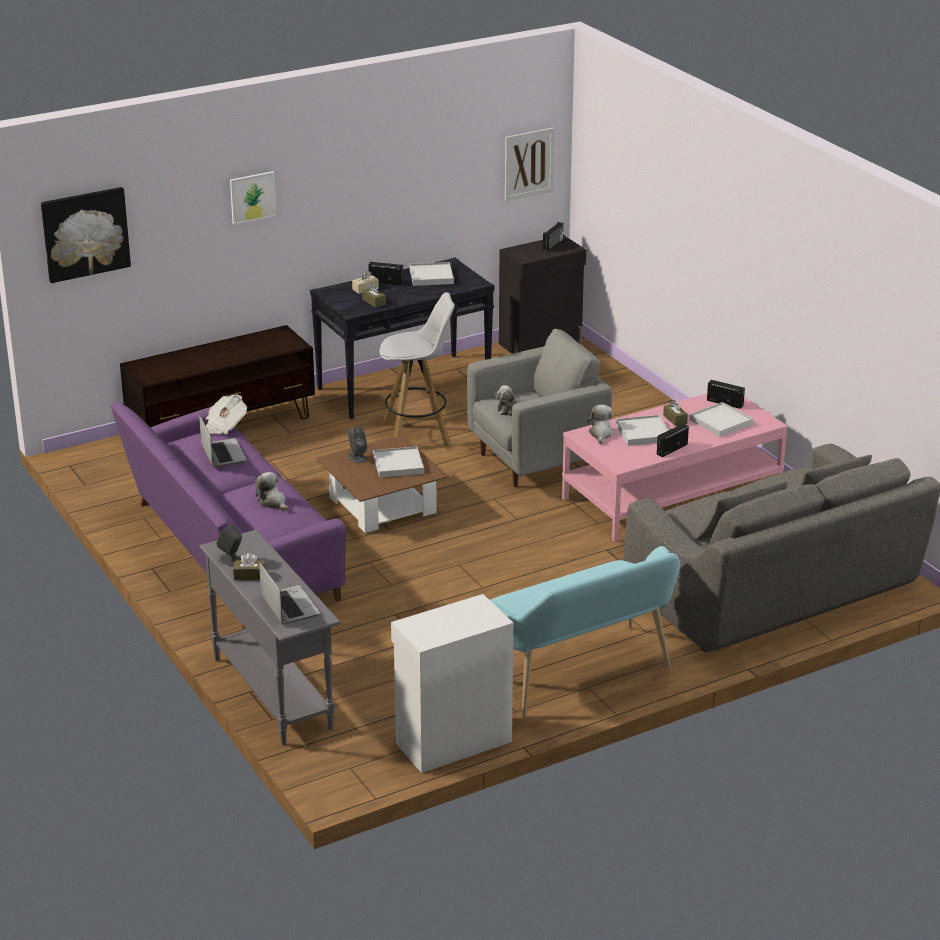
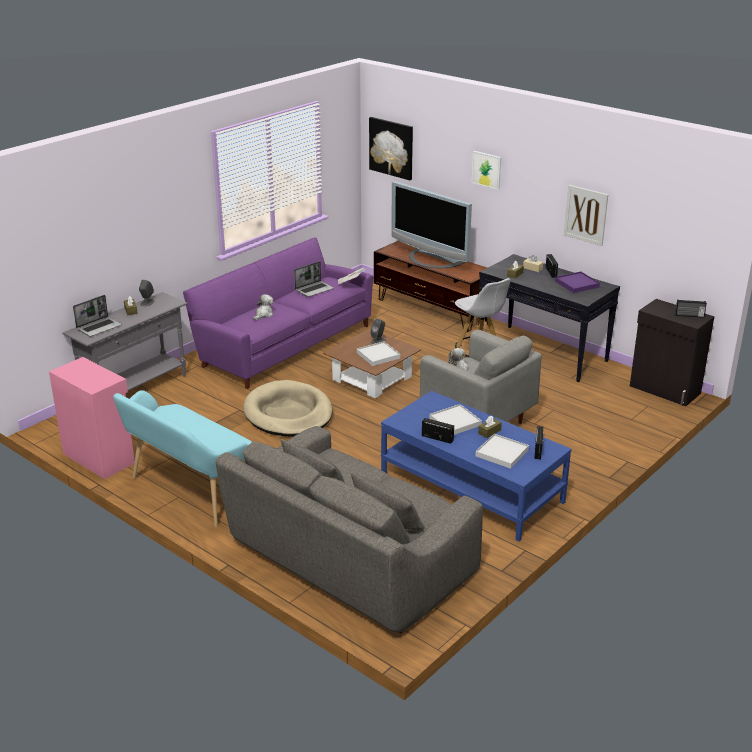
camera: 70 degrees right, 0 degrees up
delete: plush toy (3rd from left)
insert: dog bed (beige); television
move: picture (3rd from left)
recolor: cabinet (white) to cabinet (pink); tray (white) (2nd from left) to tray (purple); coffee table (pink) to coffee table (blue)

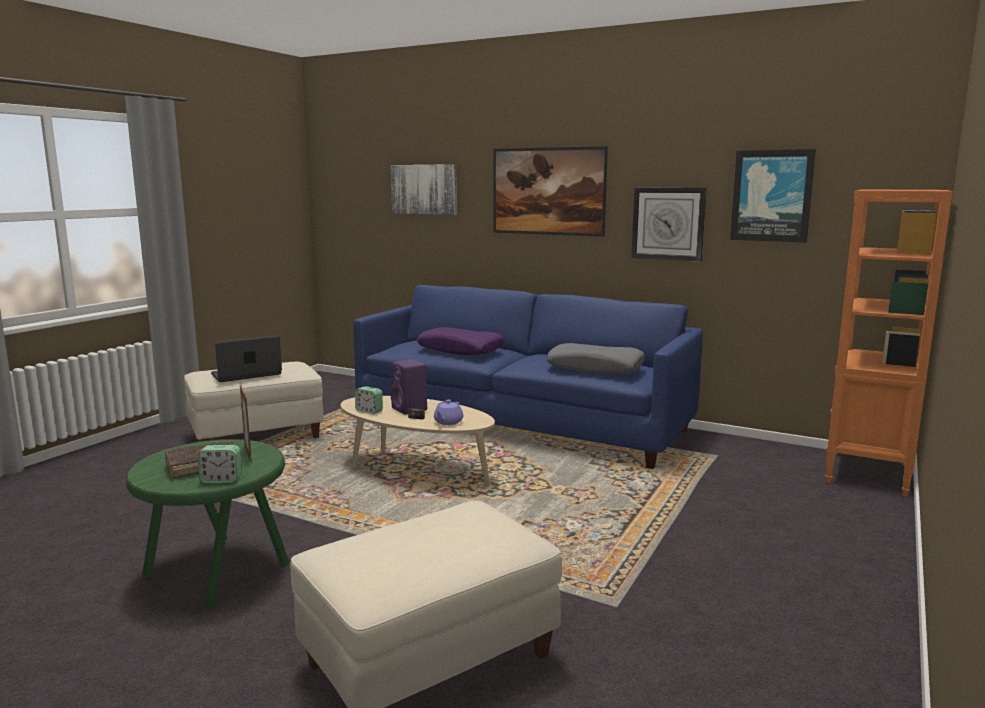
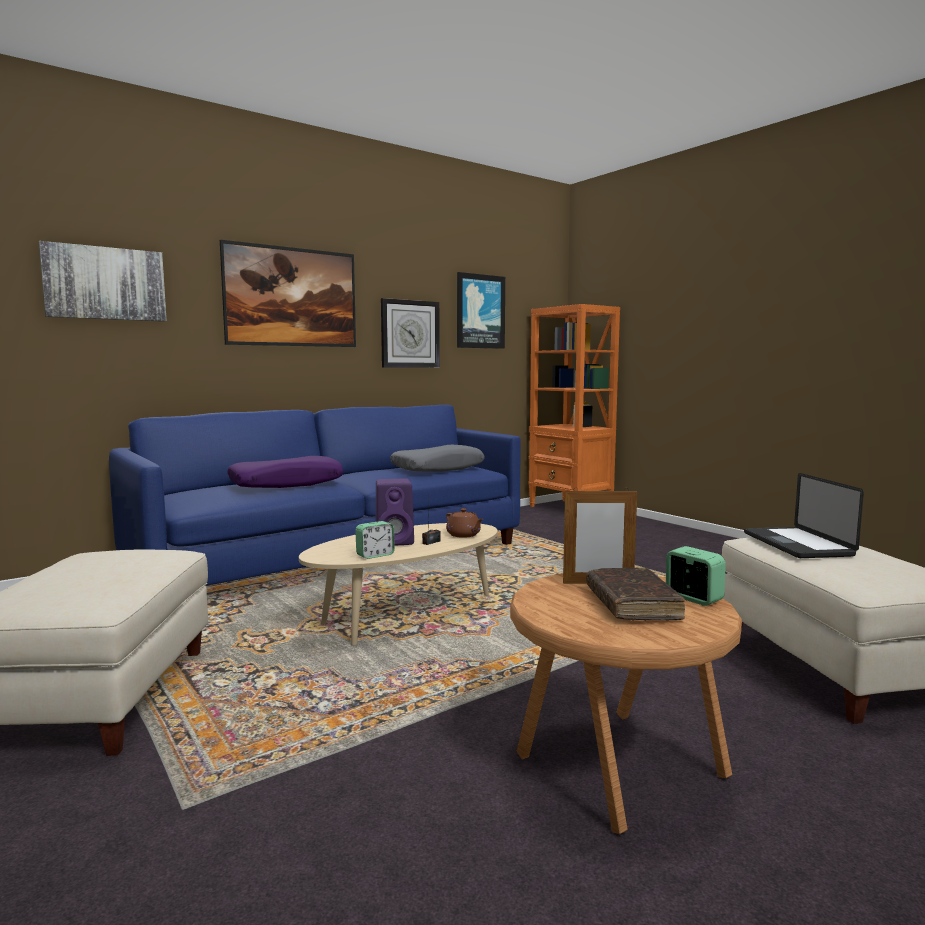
camera: 65 degrees left, 5 degrees down
move: laptop
recolor: side table (green) to side table (brown); teapot (purple) to teapot (brown)
rotate: alarm clock (1st from left in the first image) 60 degrees counterclockwise

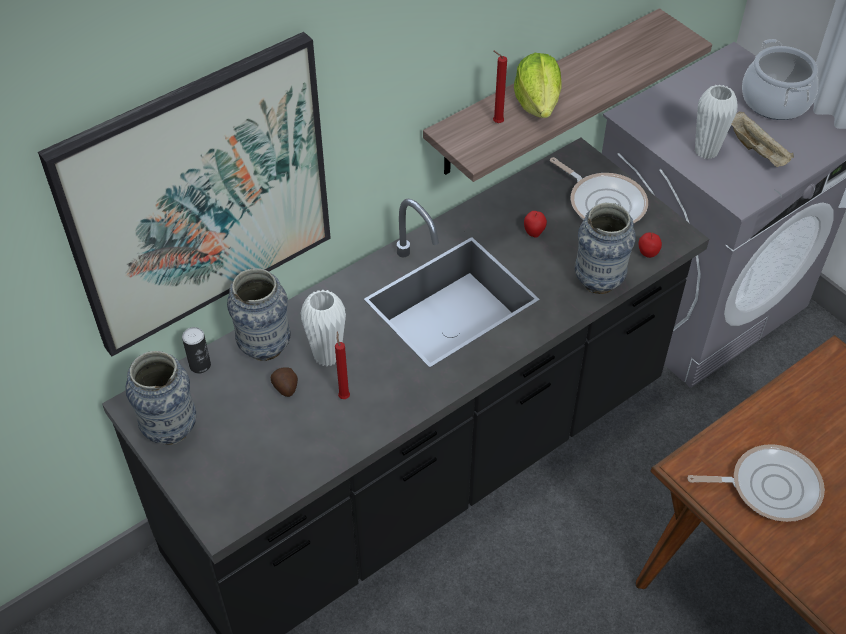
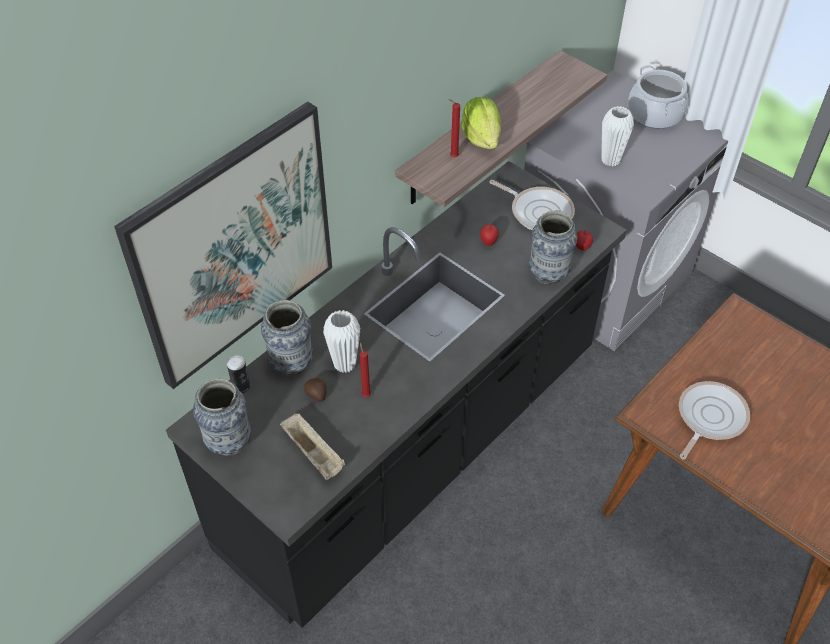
camera: 10 degrees left, 0 degrees up
move: tray (beige)
rotate: frying pan (2nd from left) 45 degrees counterclockwise

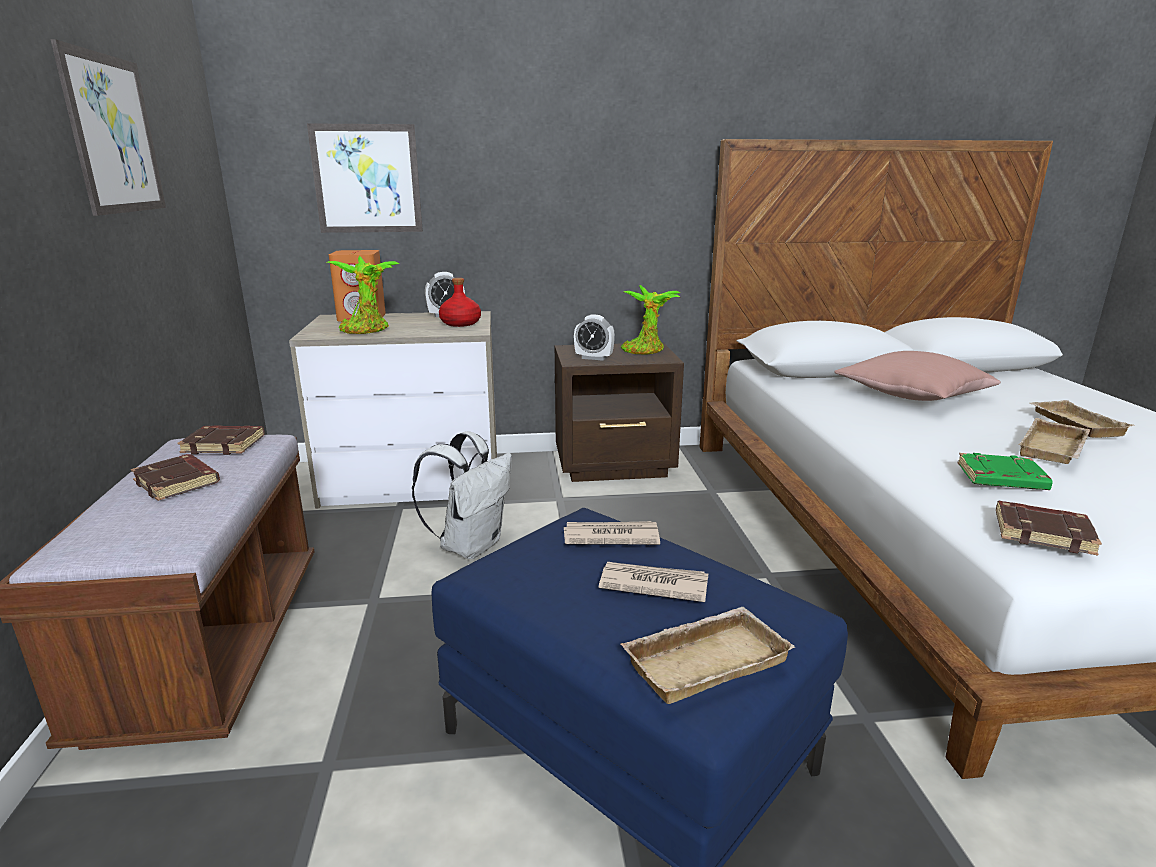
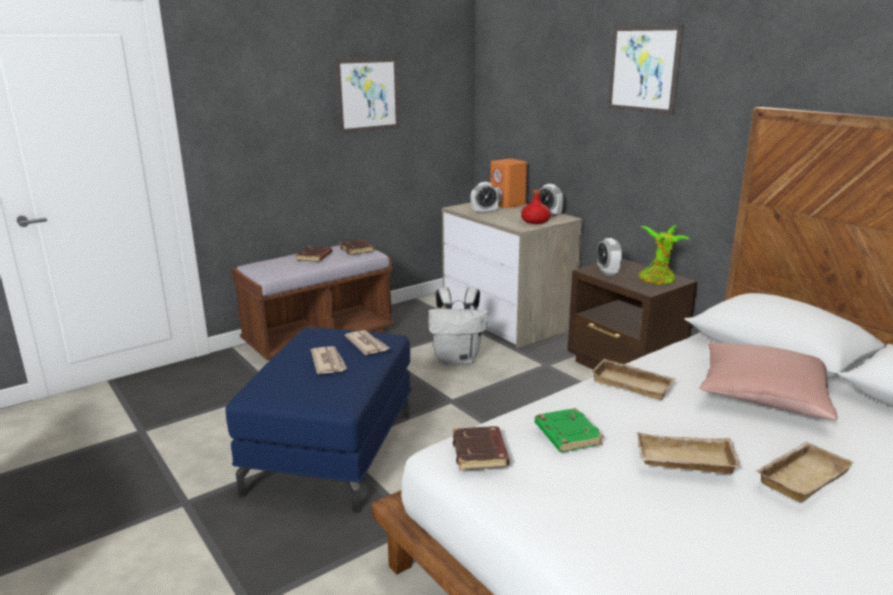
camera: 60 degrees right, 0 degrees up
move: picture (2nd from left); tray (beige) (1st from left)
replace: potted plant (1st from left) to alarm clock (1st from left)

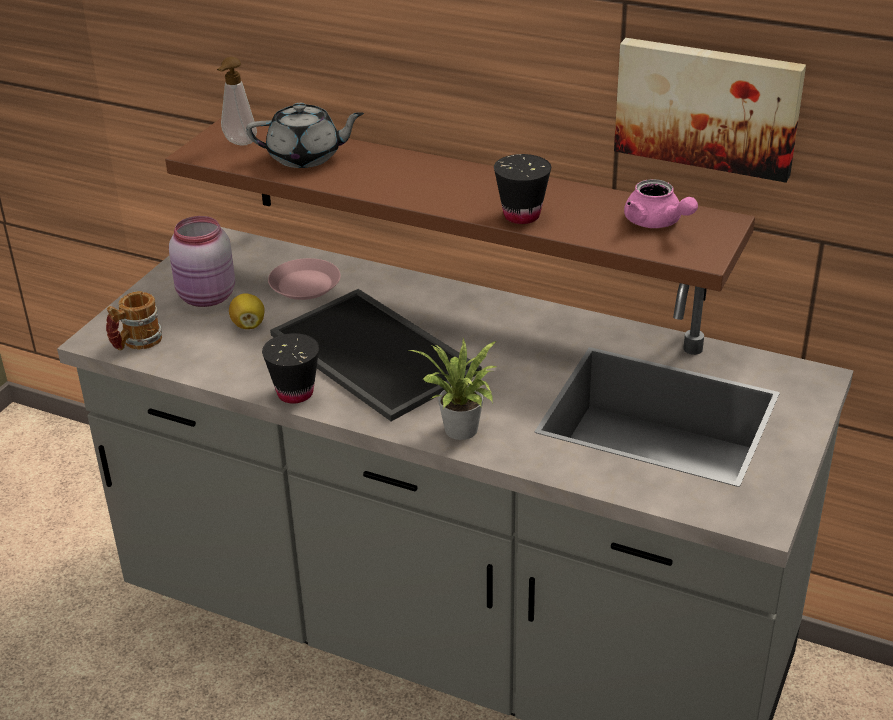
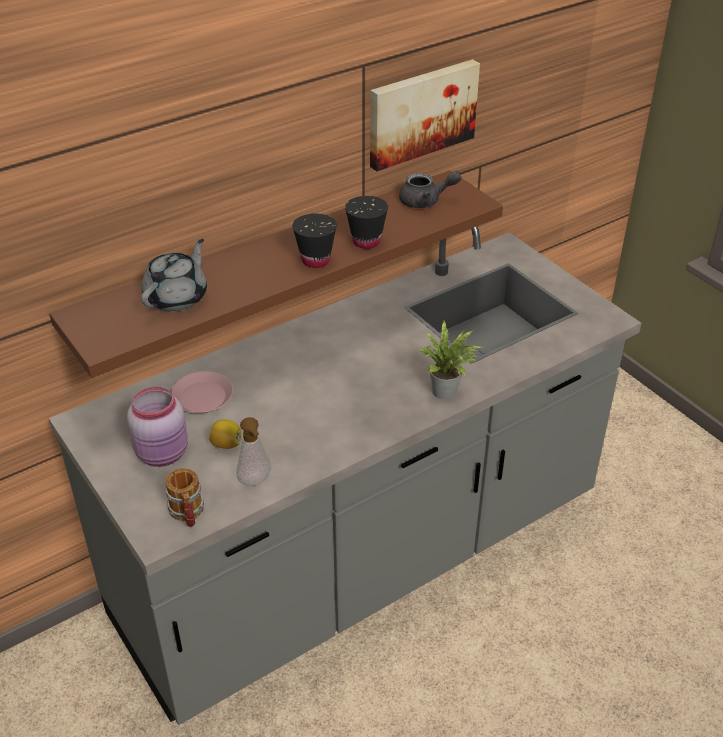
camera: 60 degrees left, 5 degrees up
delete: tray
move: soap dispenser; cup (black) (1st from left)
recolor: teapot (pink) to teapot (grey) (2nd from left)

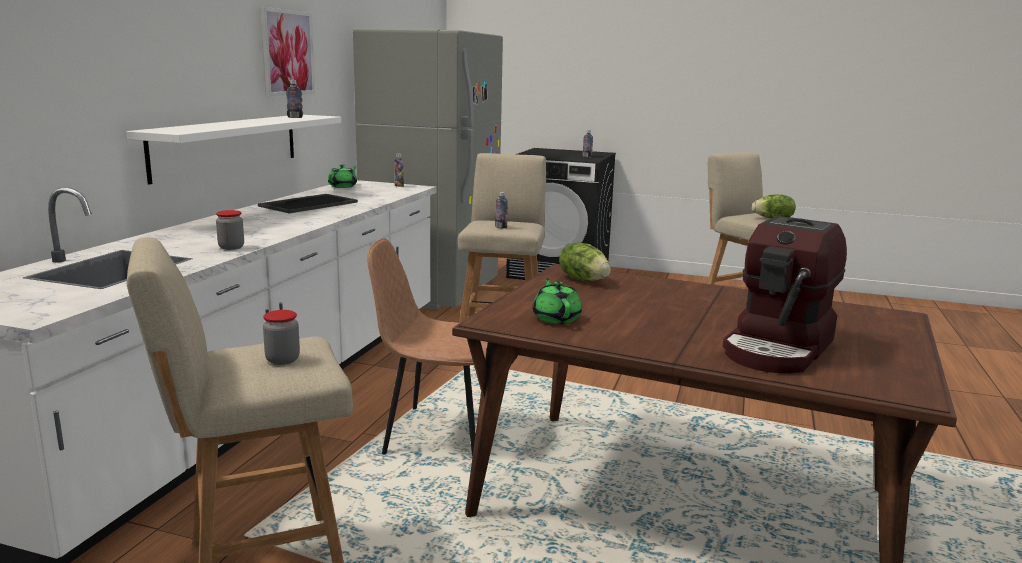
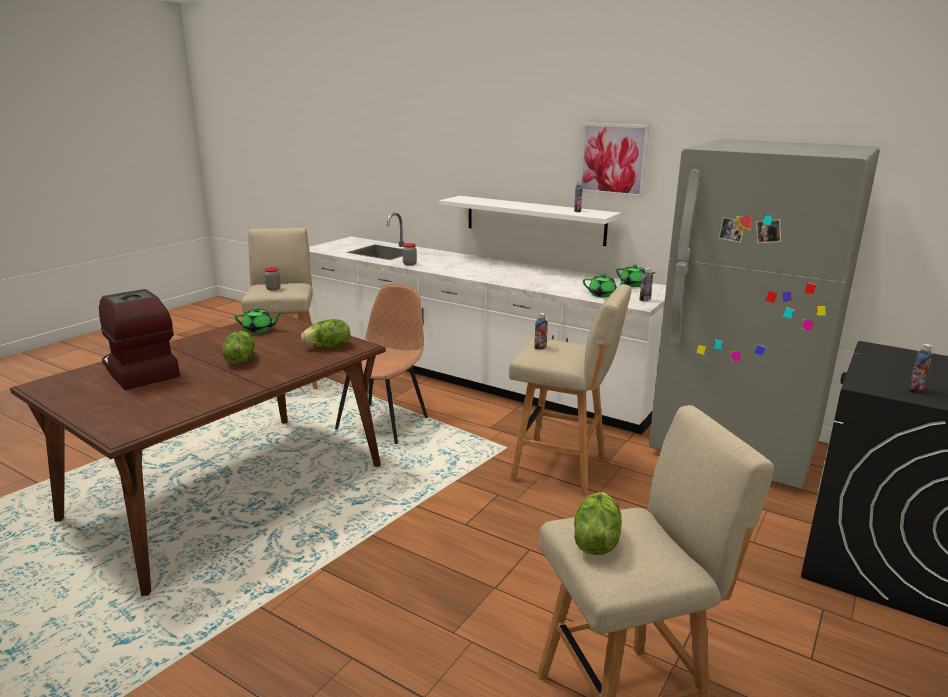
camera: 105 degrees right, 5 degrees up
delete: tray
insert: lettuce (1st from left); teapot (green) (2nd from left)

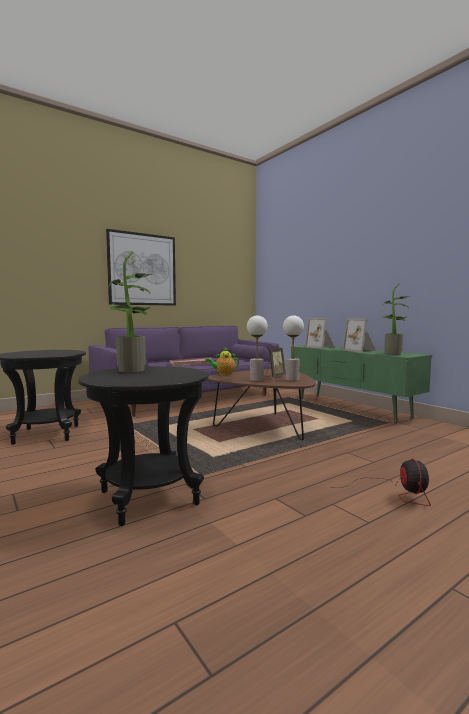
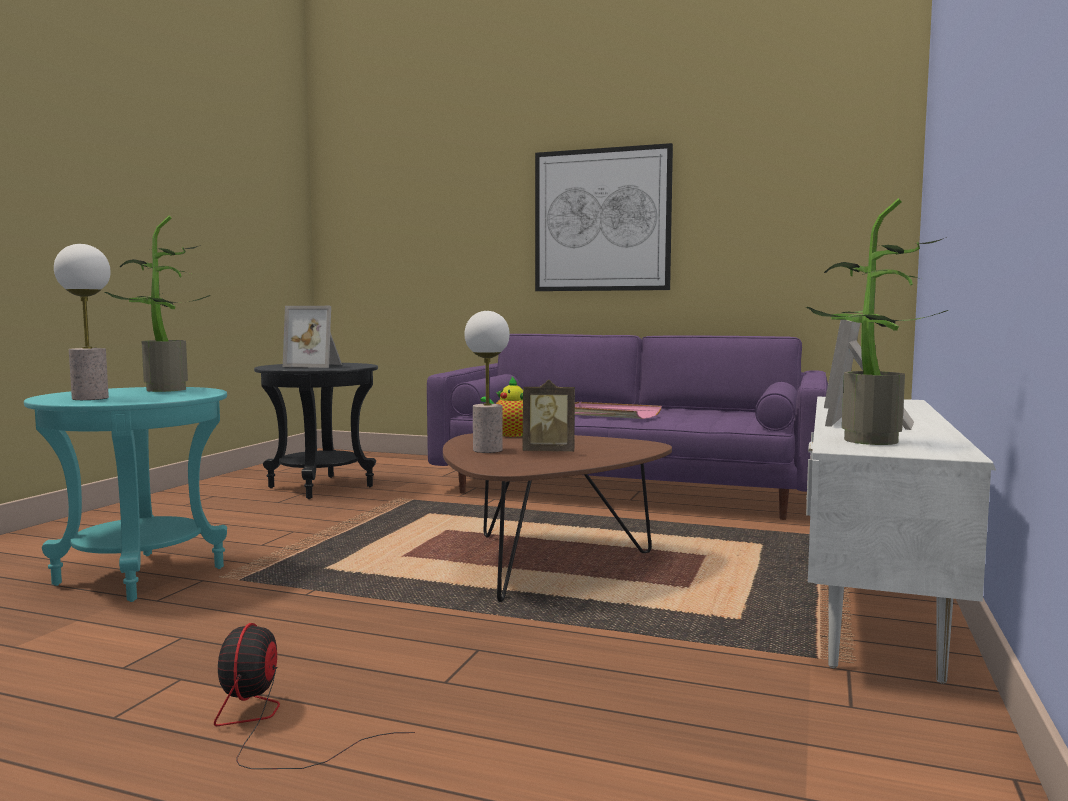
camera: 55 degrees right, 0 degrees up
insert: picture frame (1st from left)
move: table lamp (2nd from left in the first image) to table lamp (1st from left)
recolor: side table (black) (2nd from left) to side table (turquoise); tv stand (green) to tv stand (white)
rotate: fan 120 degrees clockwise

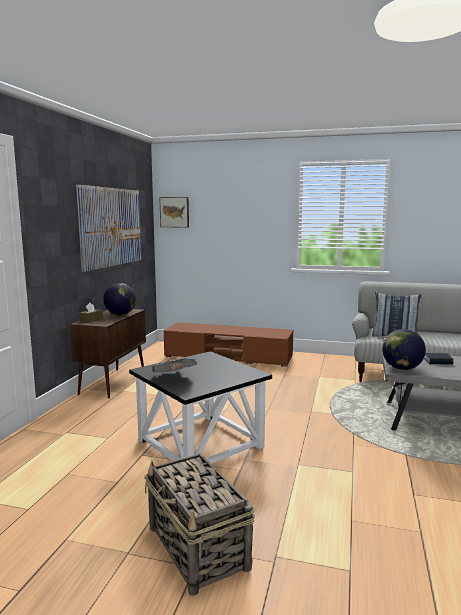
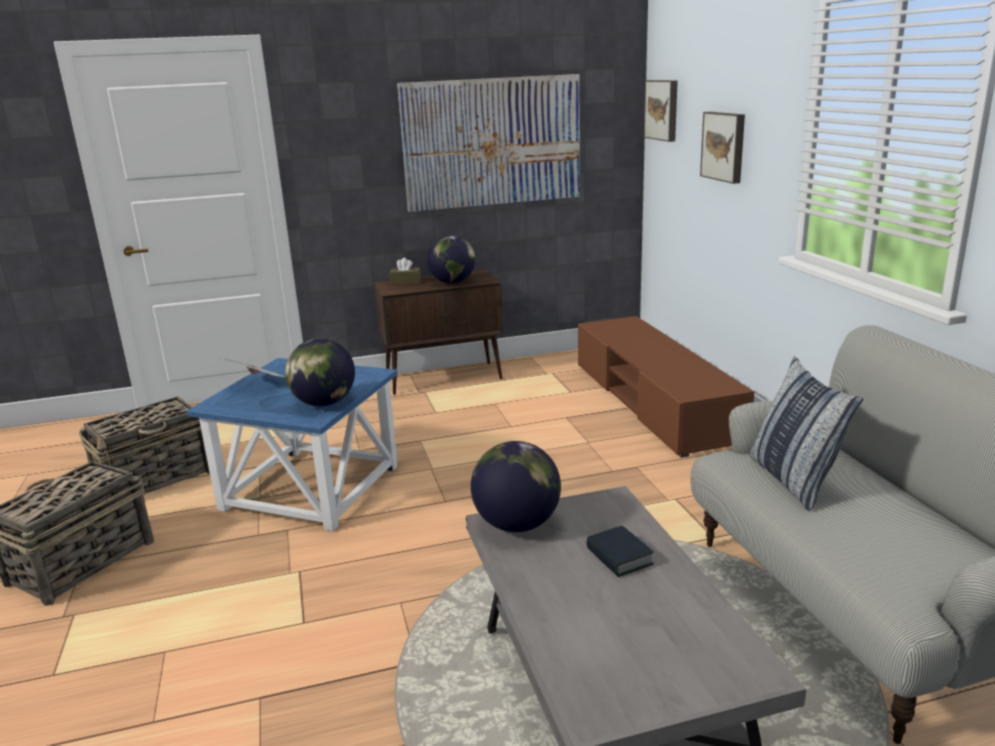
camera: 60 degrees right, 10 degrees up
insert: basket (2nd from left); globe (1st from left); picture (3rd from left)
recolor: side table (black) to side table (blue)

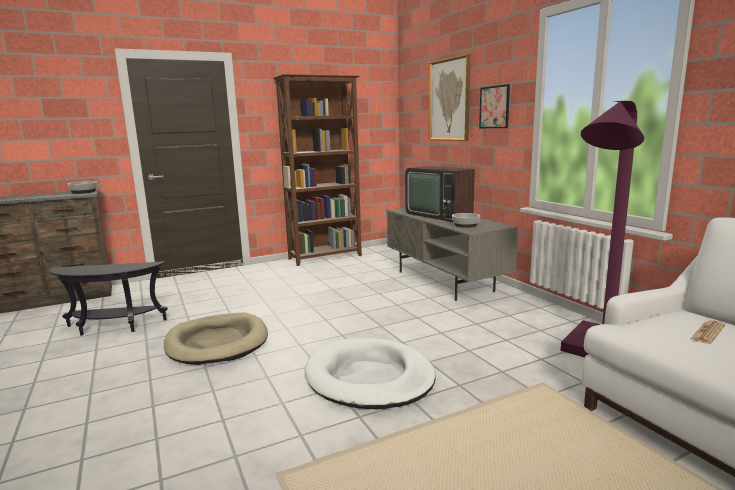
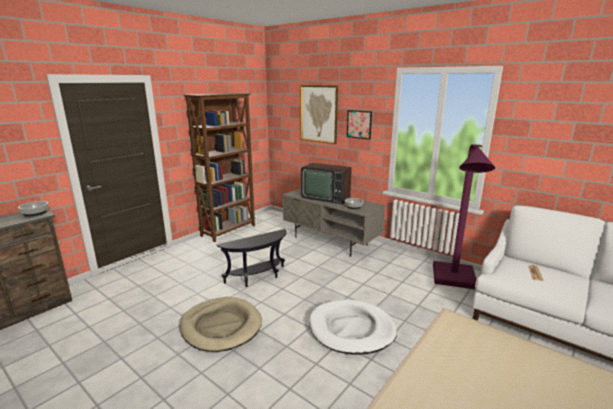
camera: 25 degrees left, 5 degrees up
move: side table (black)

